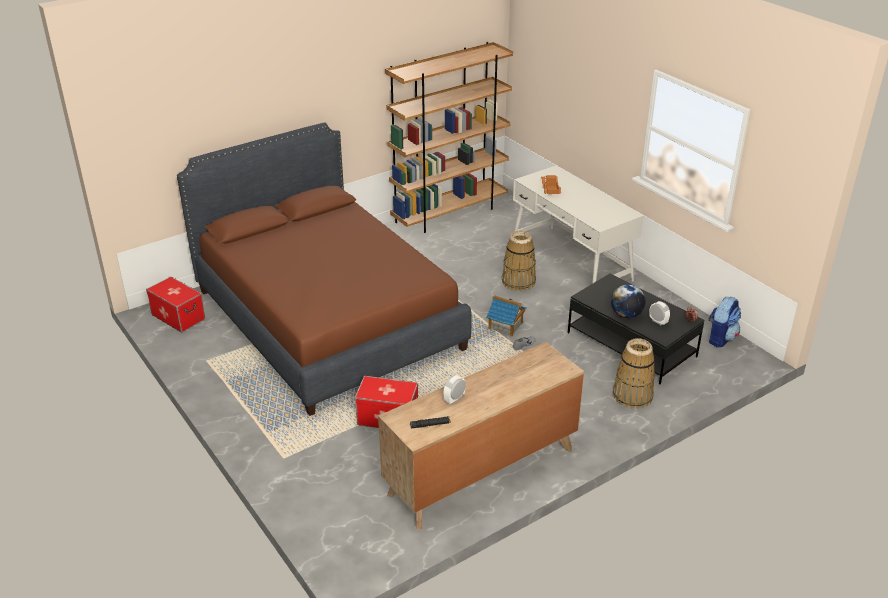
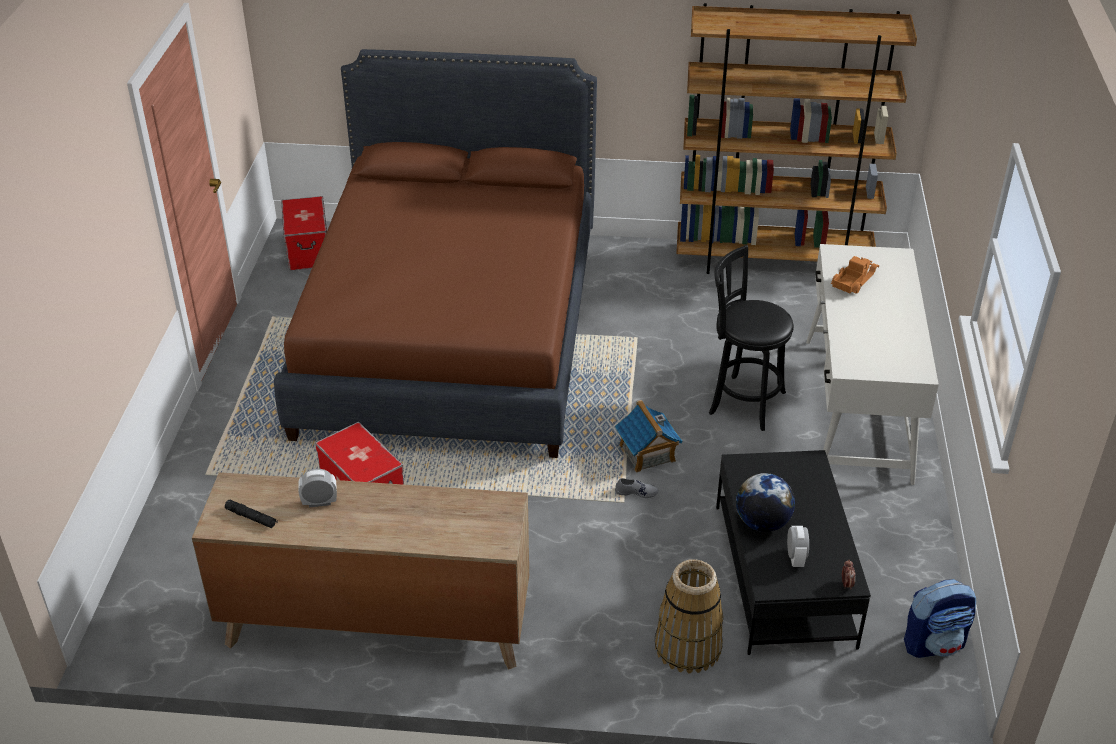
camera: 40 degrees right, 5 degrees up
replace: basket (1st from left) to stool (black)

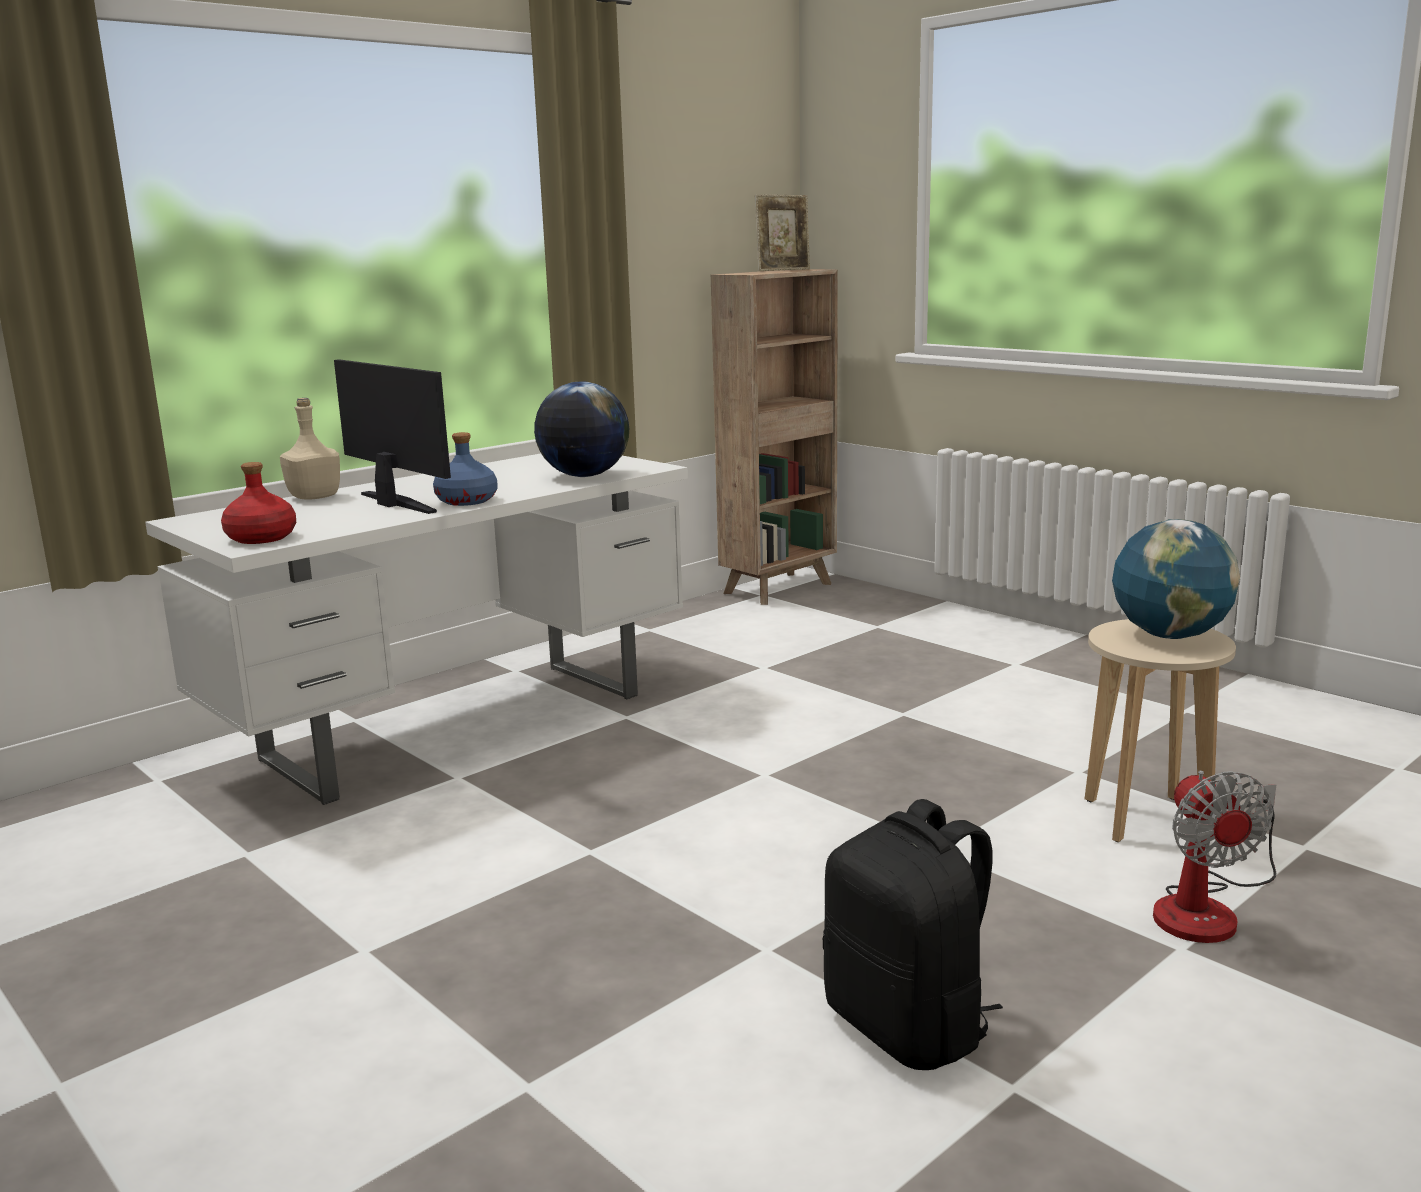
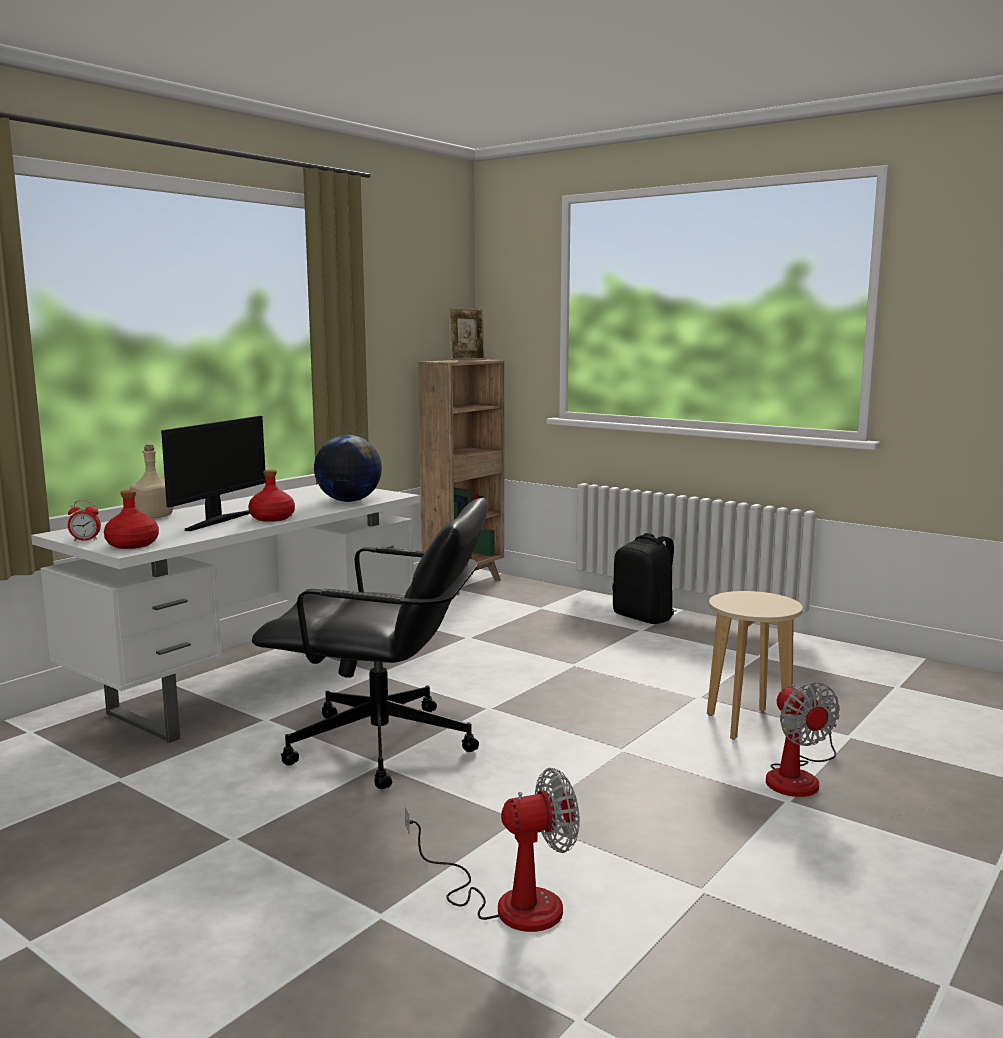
camera: 10 degrees left, 5 degrees down
delete: globe (2nd from left)
insert: alarm clock; office chair (black); fan (1st from left)
move: backpack (black)
recolor: bottle (blue) to bottle (red) (2nd from left)
rotate: monitor 75 degrees clockwise

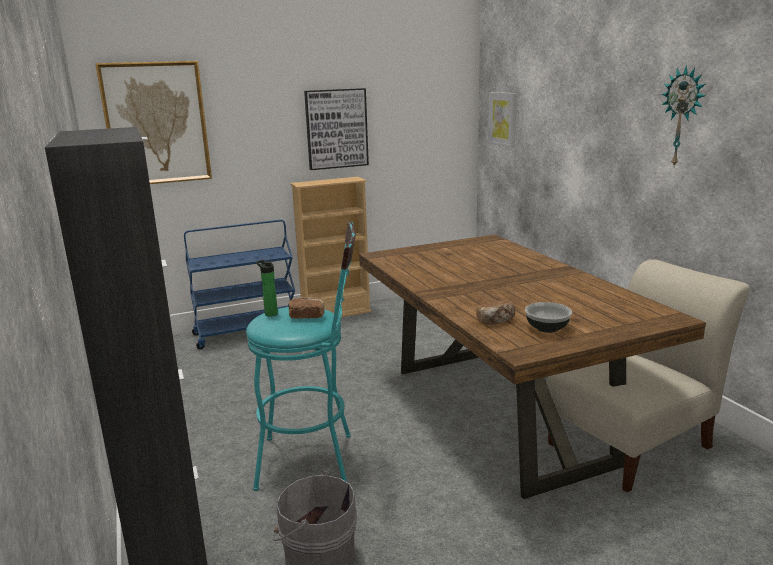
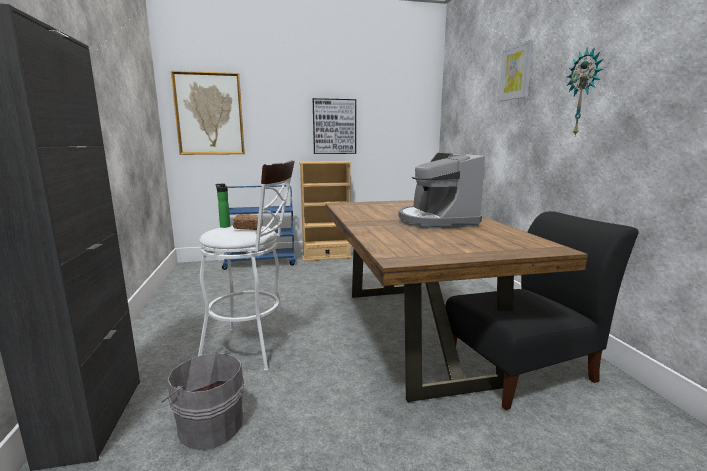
camera: 10 degrees right, 5 degrees down
delete: bread (2nd from left); bowl
insert: coffee machine
move: picture (3rd from left)
recolor: stool (turquoise) to stool (white); chair (beige) to chair (black)

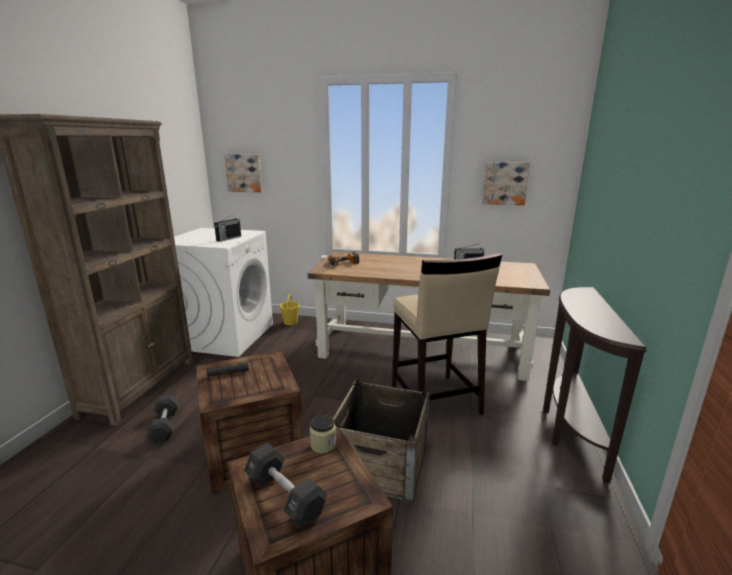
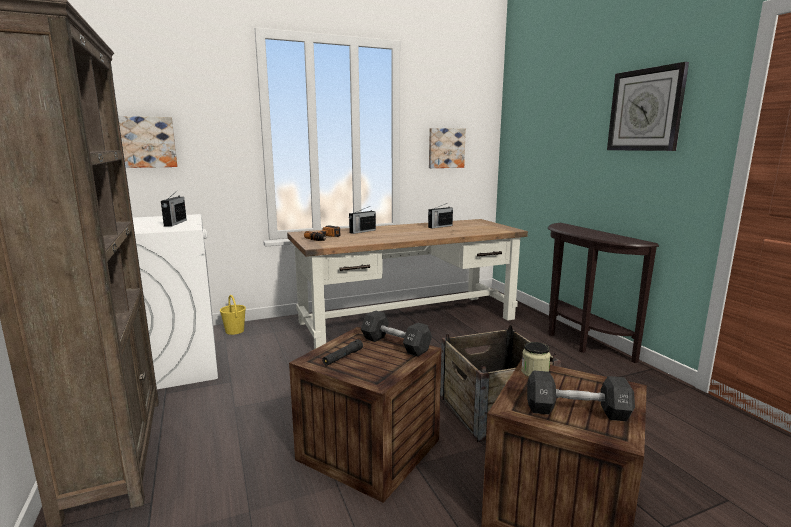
camera: 35 degrees left, 5 degrees down
delete: stool (beige)
insert: radio (2nd from left); wall clock
move: dumbbell (black) (1st from left)

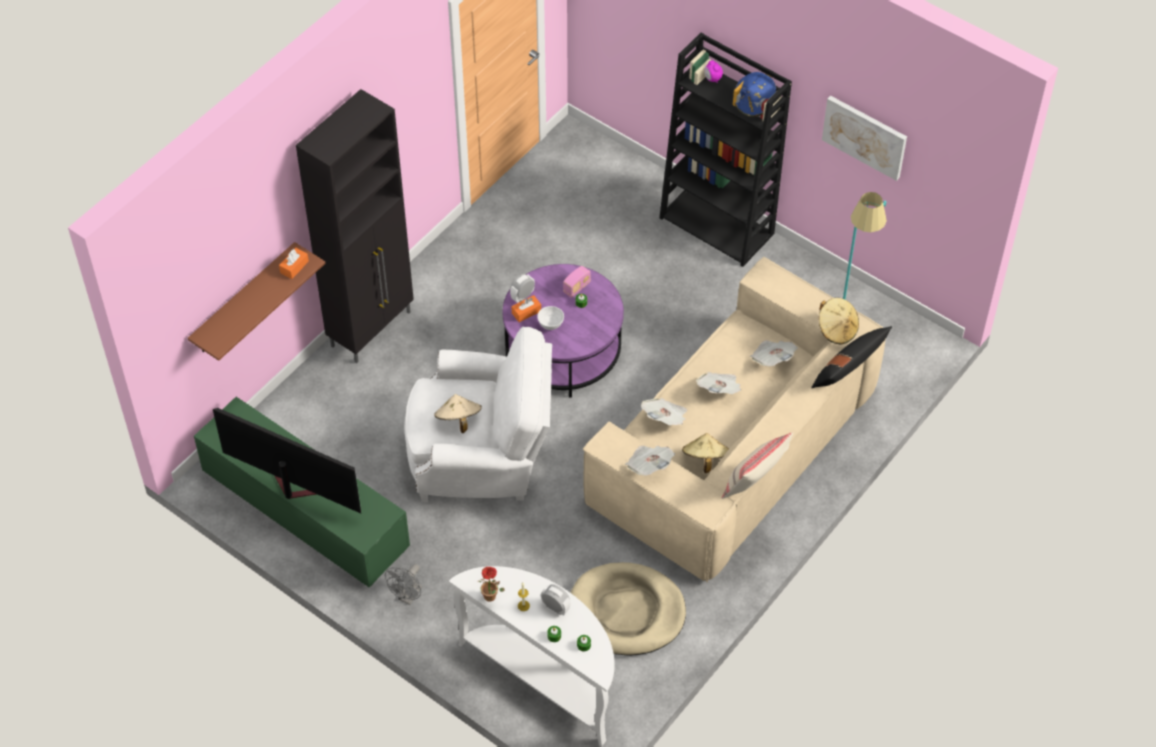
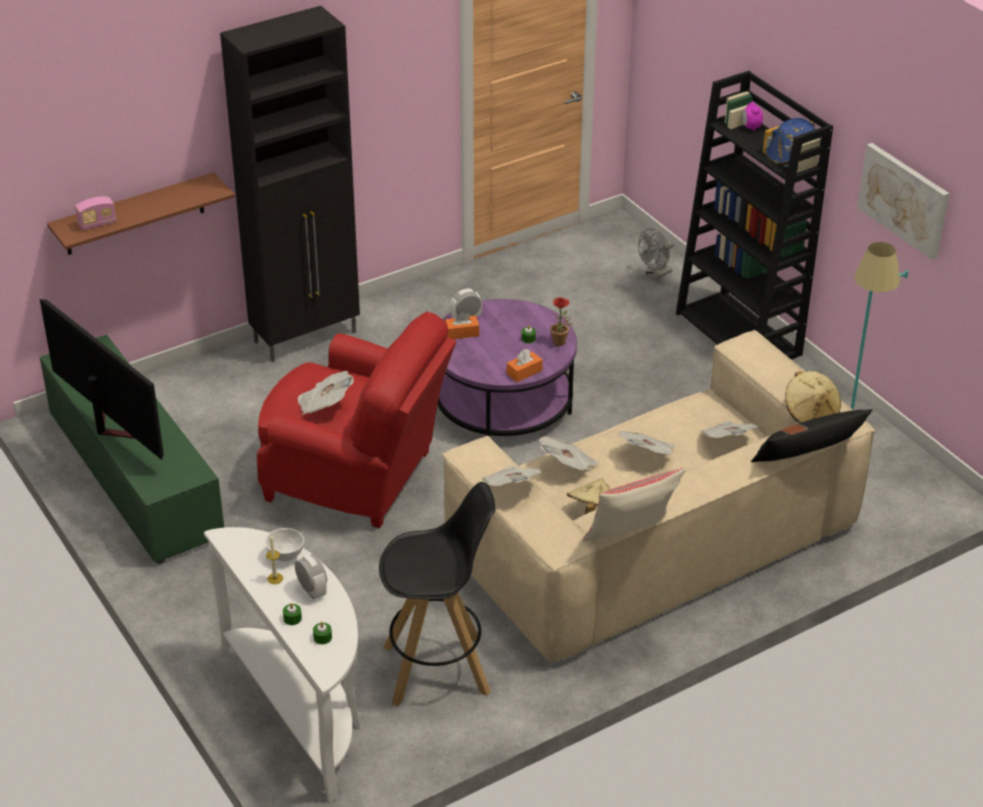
camera: 20 degrees right, 15 degrees down
move: tissue box (orange) (1st from left in the first image) to tissue box (orange) (2nd from left); fan (grey); potted plant; bowl (white); radio
replace: hat (beige) (1st from left) to newspaper (1st from left); dog bed (beige) to stool (black)
recolor: armchair (white) to armchair (red)

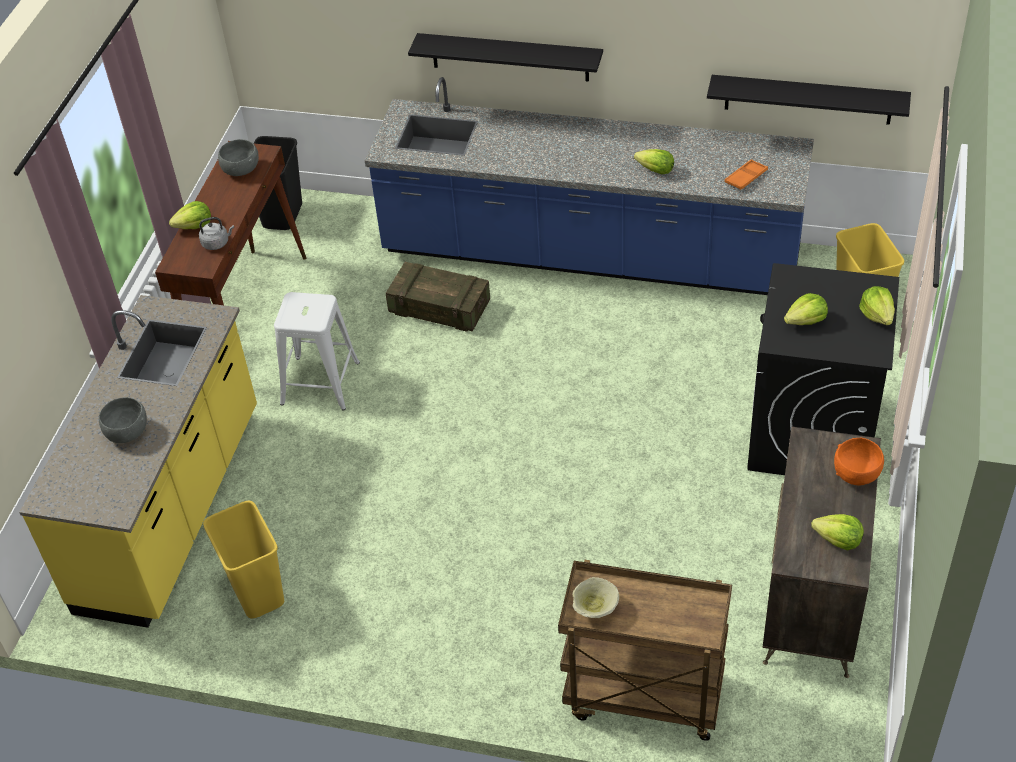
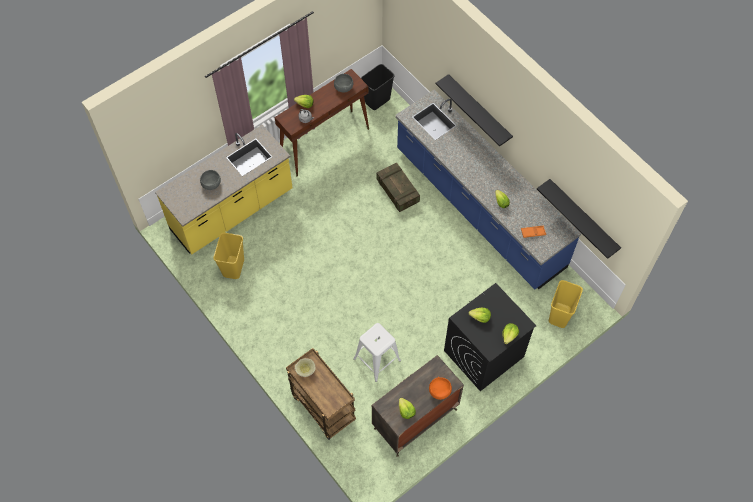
camera: 35 degrees right, 15 degrees up
move: stool (white)

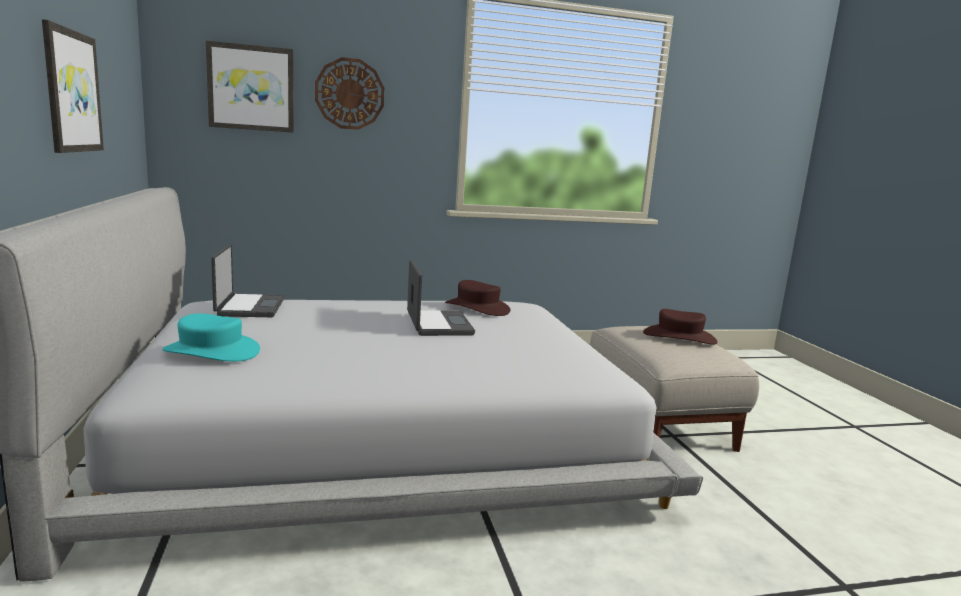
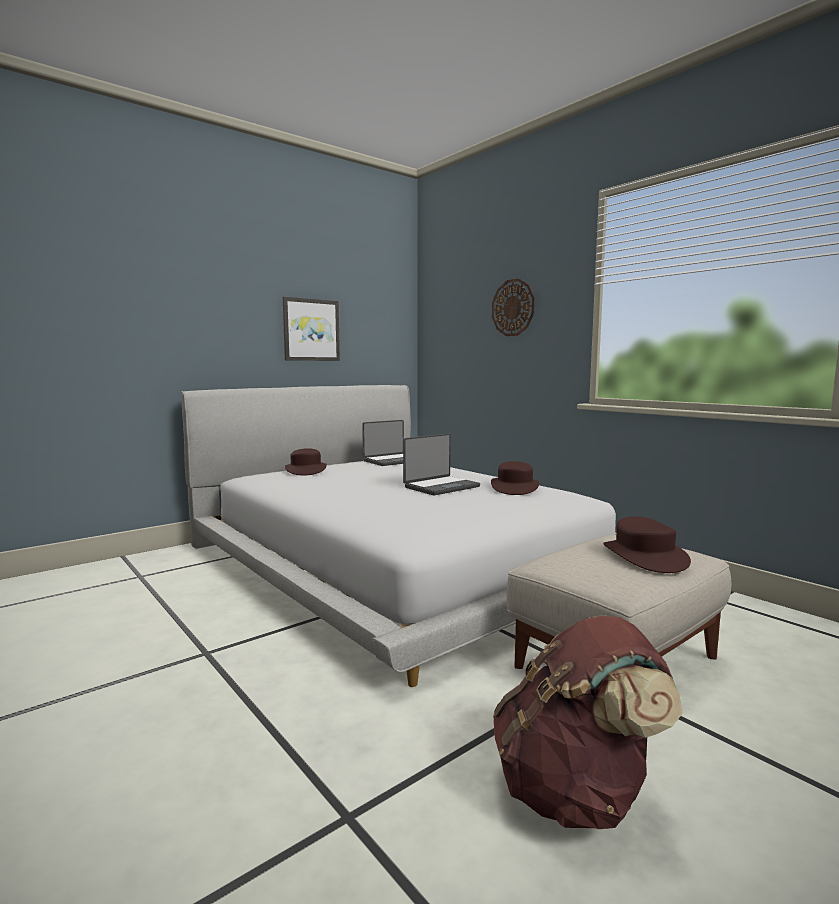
camera: 65 degrees right, 5 degrees down
delete: picture (2nd from left)
insert: backpack (brown)
recolor: hat (turquoise) to hat (brown) (1st from left)

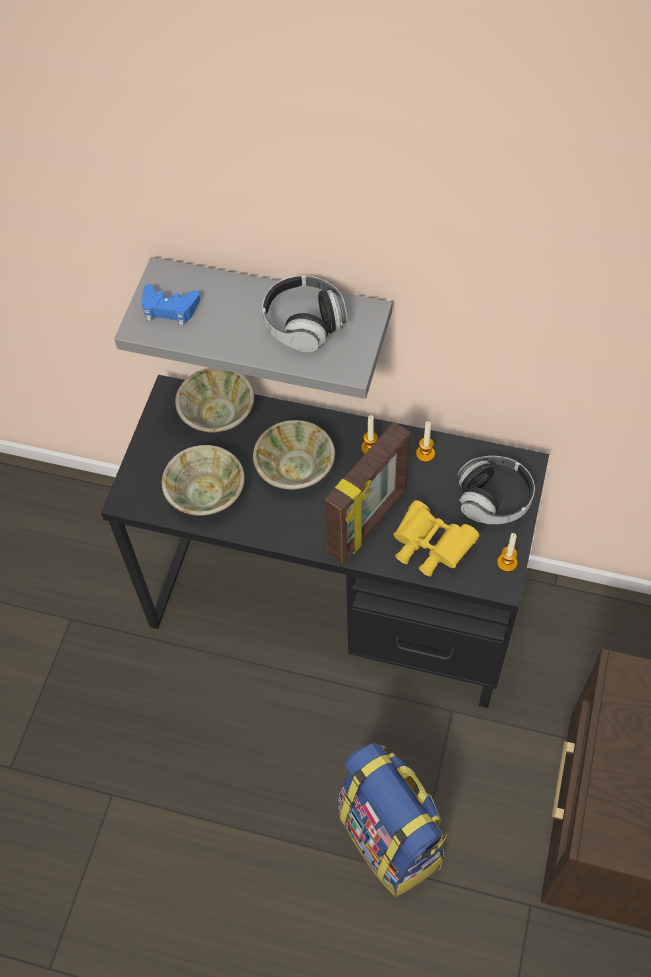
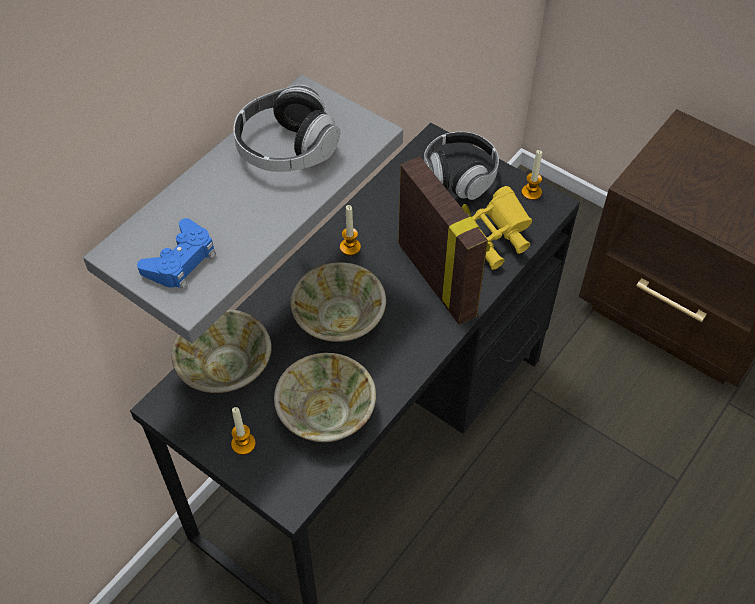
camera: 70 degrees left, 5 degrees down
delete: backpack
move: candle (2nd from left in the first image) to candle (1st from left)

